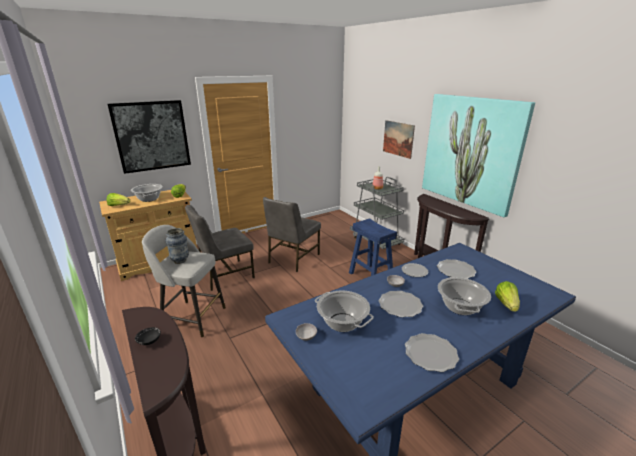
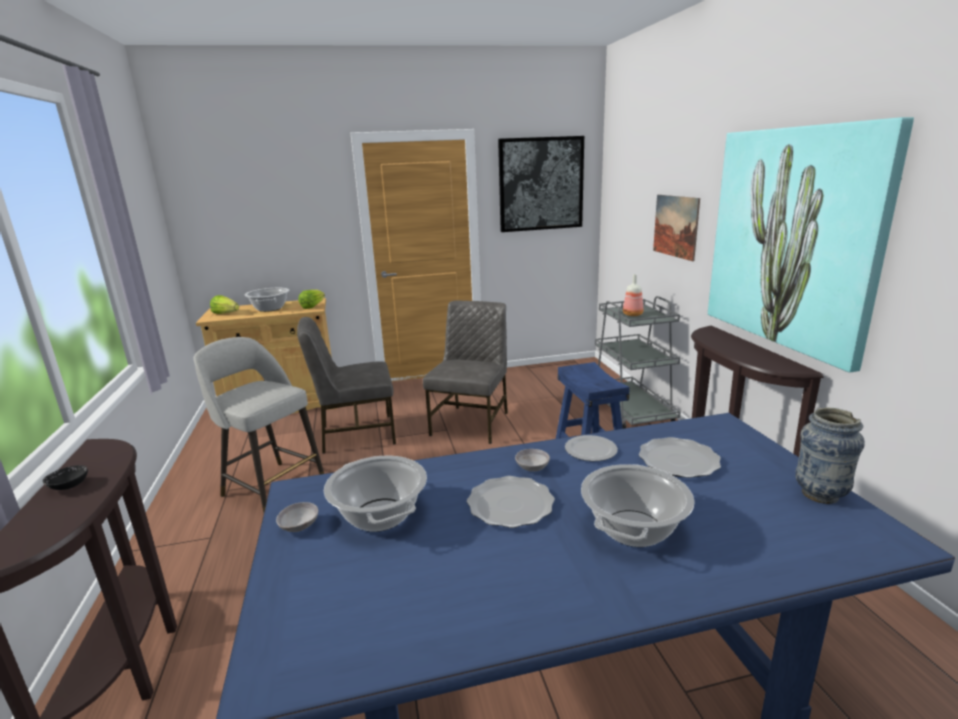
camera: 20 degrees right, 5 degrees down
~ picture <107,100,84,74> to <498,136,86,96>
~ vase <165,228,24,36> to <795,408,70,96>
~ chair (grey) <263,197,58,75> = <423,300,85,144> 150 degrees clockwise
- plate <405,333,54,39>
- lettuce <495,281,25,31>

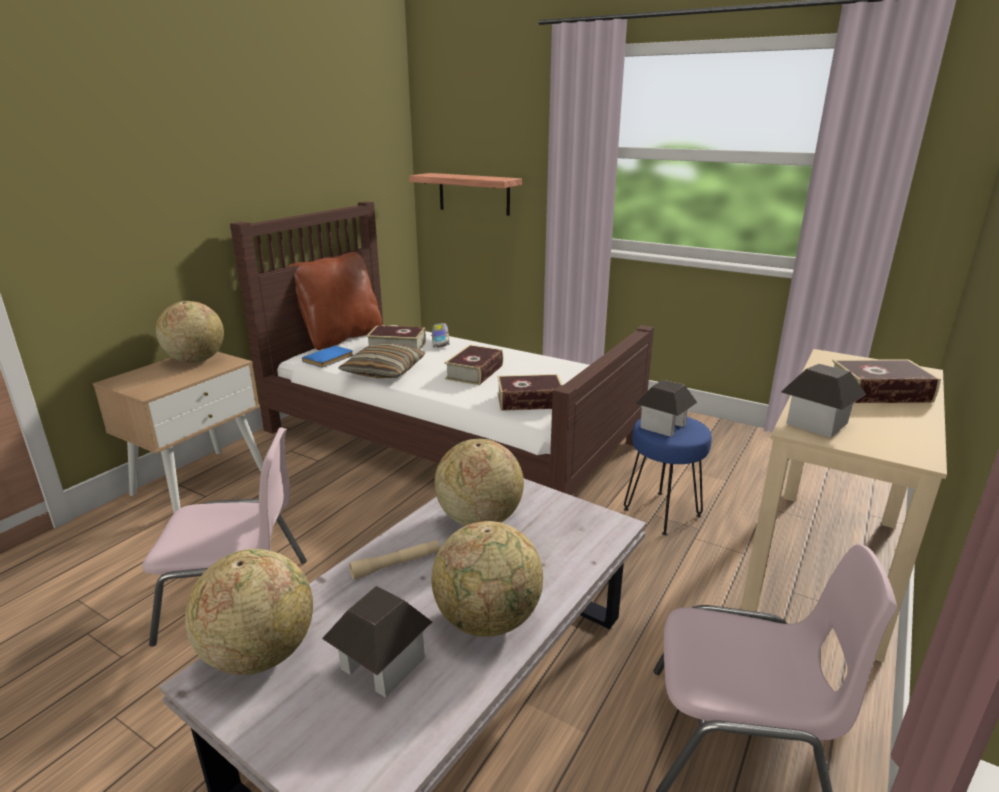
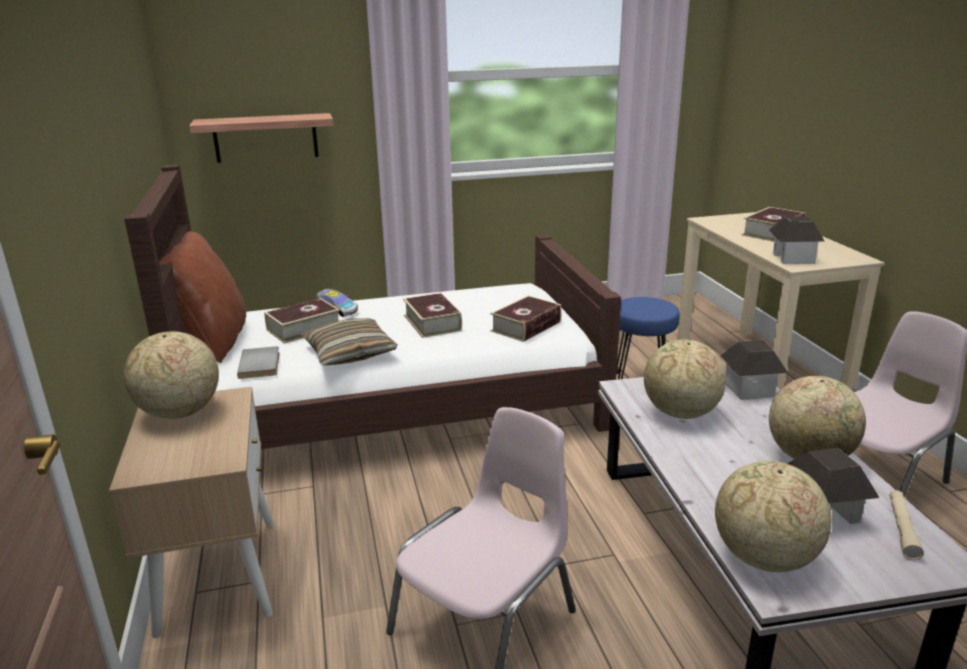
camera: 45 degrees left, 0 degrees up
~ book (blue) <302,345,51,23> to book (grey) <237,346,42,33>
~ flashlight (beige) <349,540,91,40> to <889,490,35,70>
~ toy house <635,380,63,57> to <721,339,67,61>

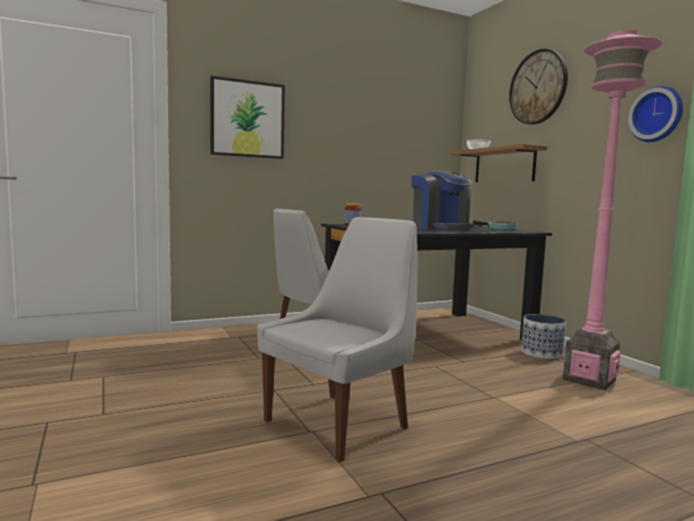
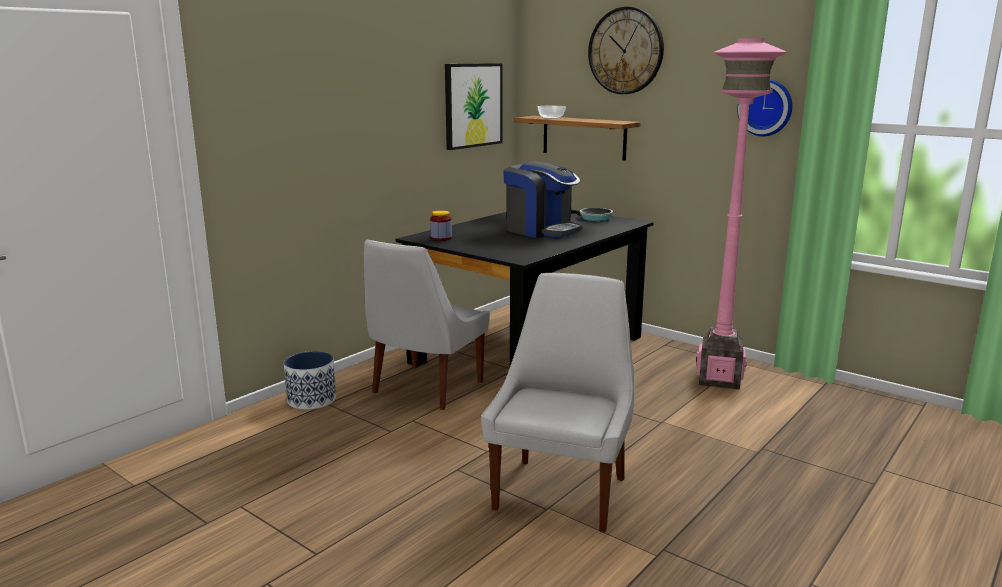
camera: 25 degrees left, 10 degrees up
~ picture <210,76,75,83> to <445,63,58,87>
~ planter <521,314,45,45> to <284,351,52,59>

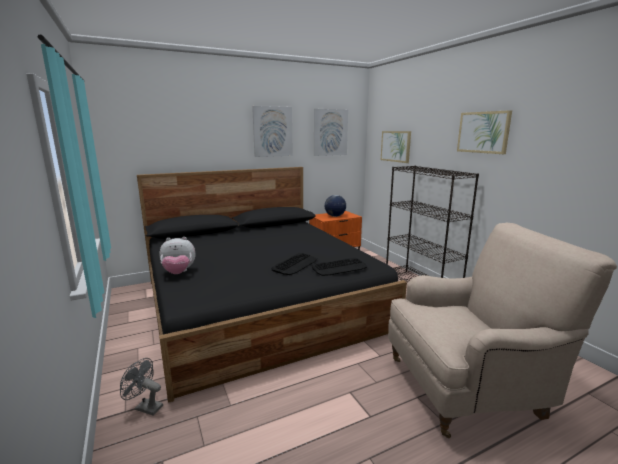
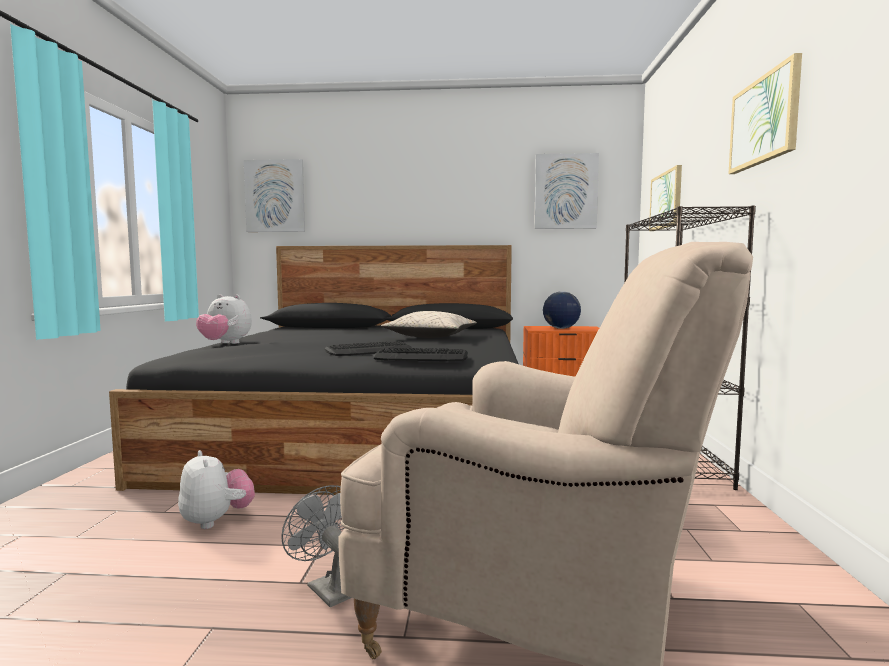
camera: 30 degrees right, 10 degrees down
~ fan (grey) <120,358,43,57> to <281,485,71,122>
~ picture <252,106,41,51> to <244,159,61,73>
+ plush toy <178,450,77,79>
+ pillow (beige) <381,311,96,27>

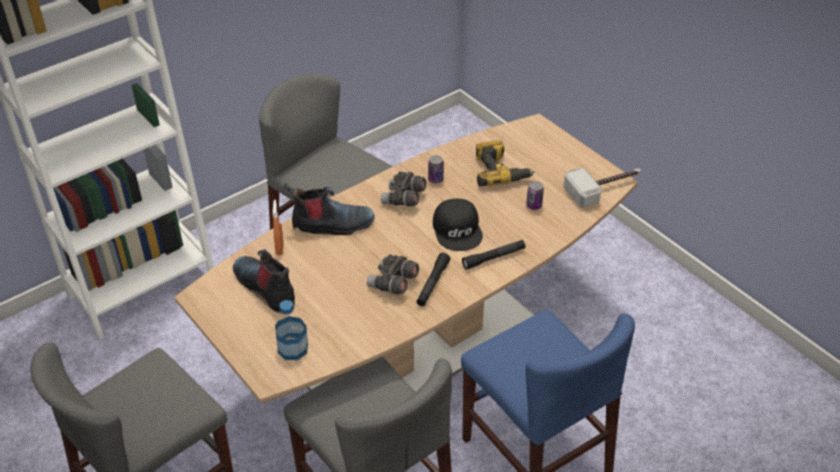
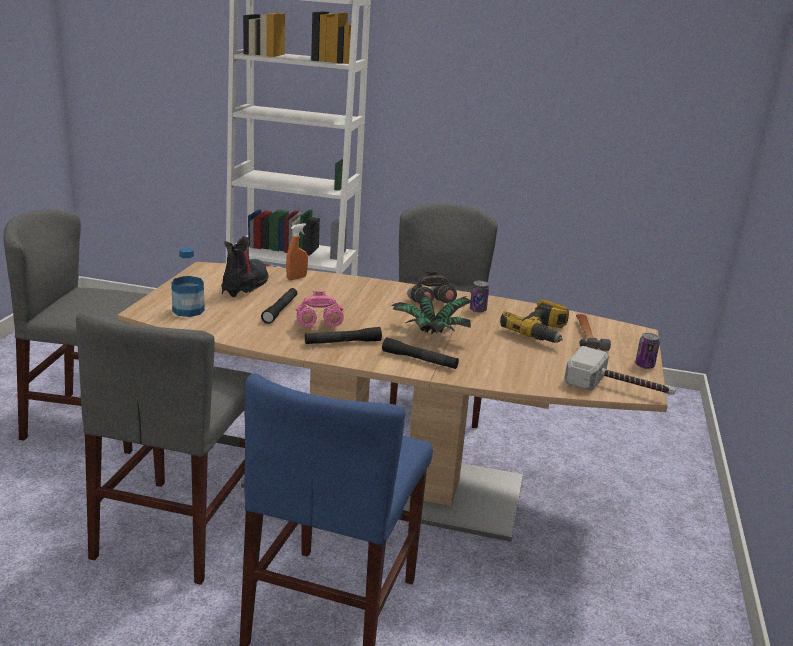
camera: 50 degrees right, 20 degrees down
- boot <284,183,91,52>
~ binoculars (grey) <367,254,52,40> to binoculars (pink) <295,291,49,36>
~ cap (black) <433,199,50,52> to potted plant <391,294,83,40>
~ can <526,181,18,29> to <635,333,25,36>
+ flashlight (black) <261,288,36,36>
+ hammer <576,314,35,37>

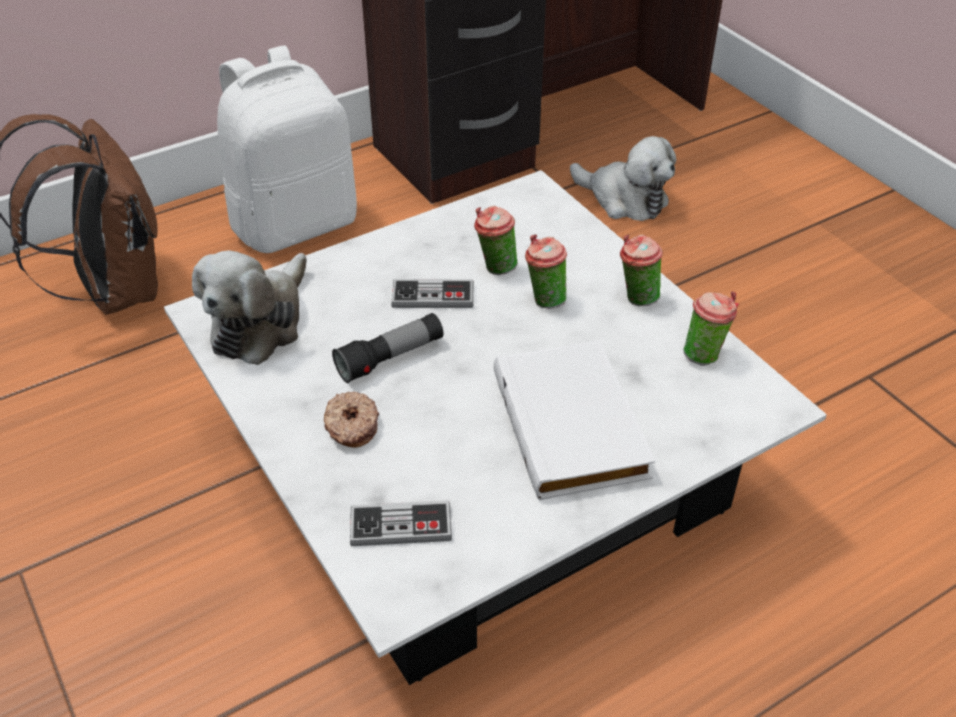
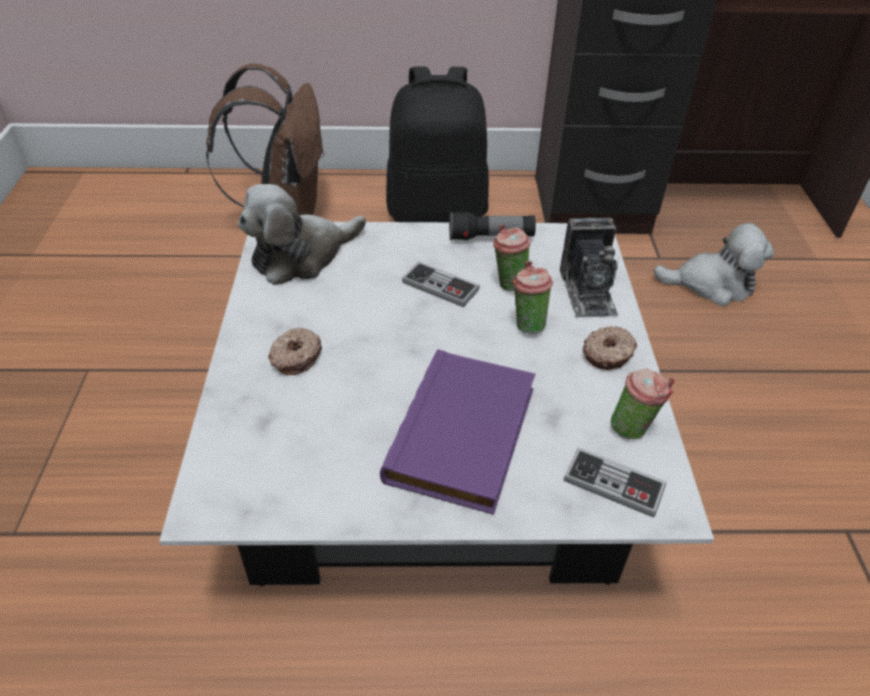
camera: 30 degrees right, 0 degrees up
~ backpack (white) <217,45,140,208> to backpack (black) <386,66,103,156>
~ flashlight <332,313,111,70> to <449,212,87,28>
~ game controller <350,500,102,46> to <564,447,102,70>
~ book (white) <494,340,161,160> to book (purple) <380,349,155,166>
~ plush toy <570,136,106,85> = <653,222,121,84> 60 degrees counterclockwise
~ cup <620,235,43,71> to donut <583,326,54,44>
+ photo camera <560,217,59,101>

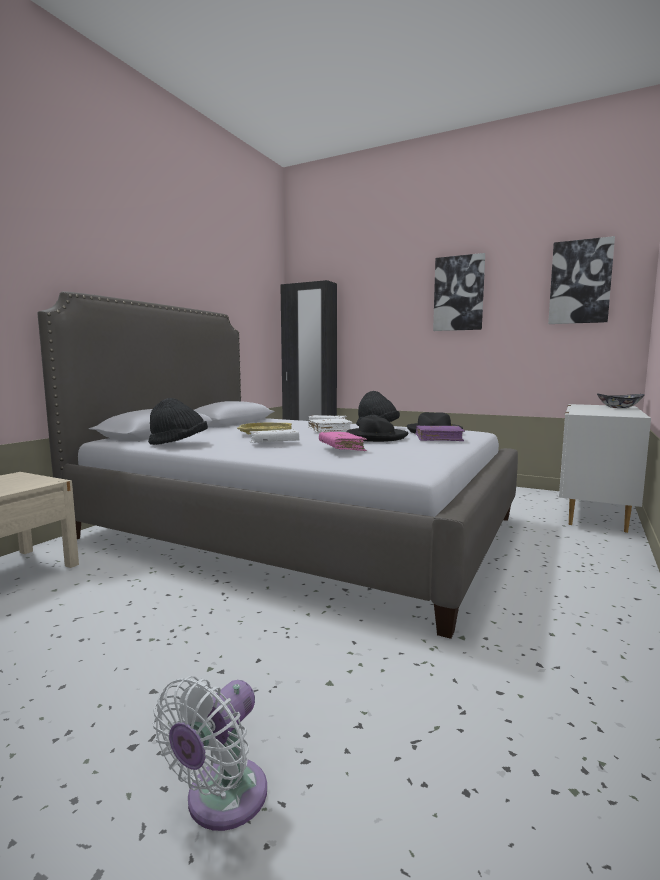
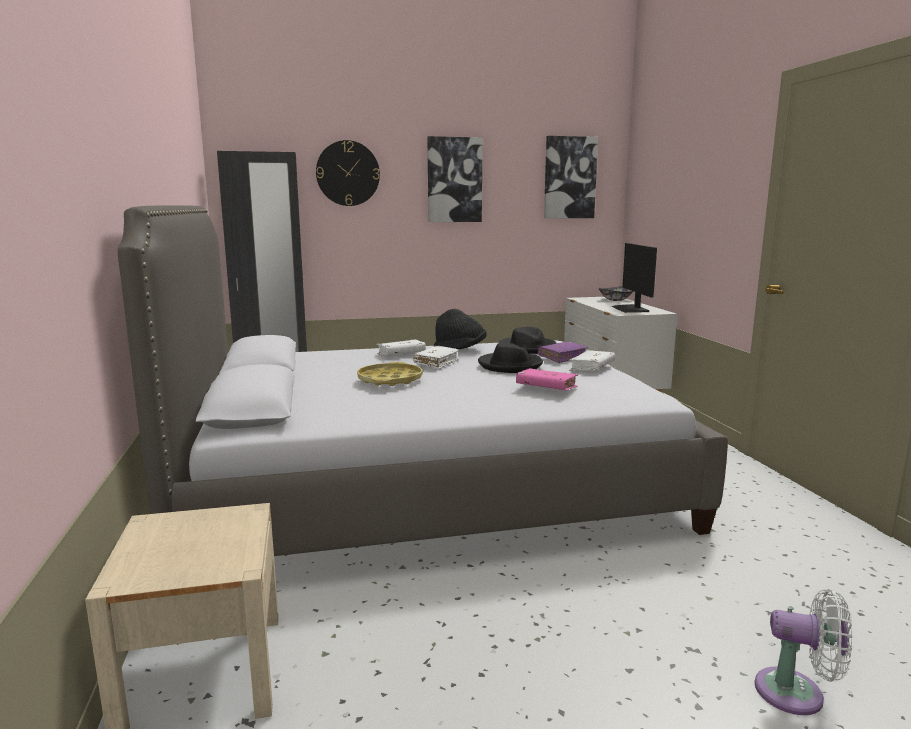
camera: 40 degrees left, 5 degrees up
- hat (black) <148,398,60,47>
~ fan (white) <153,676,114,155> = <755,589,97,126> 60 degrees counterclockwise
~ book (white) <249,429,51,14> to <569,350,46,21>
+ wall clock <316,140,64,66>
+ monitor <611,243,46,70>

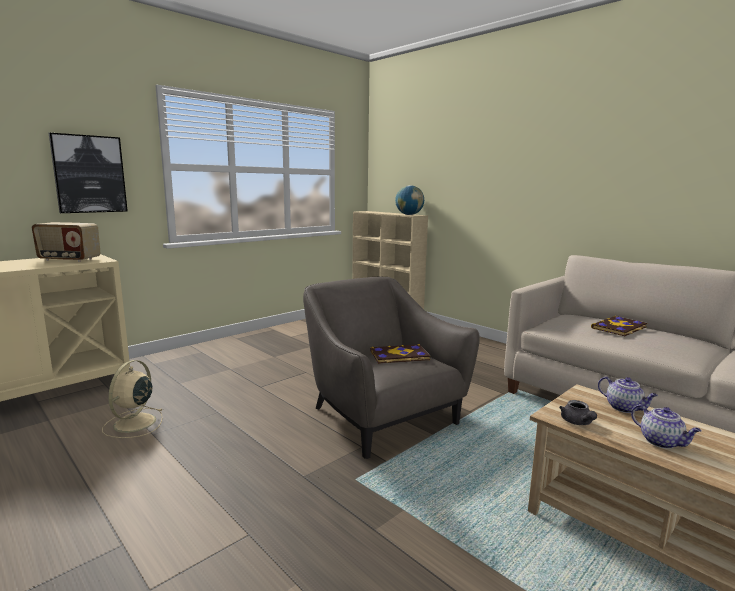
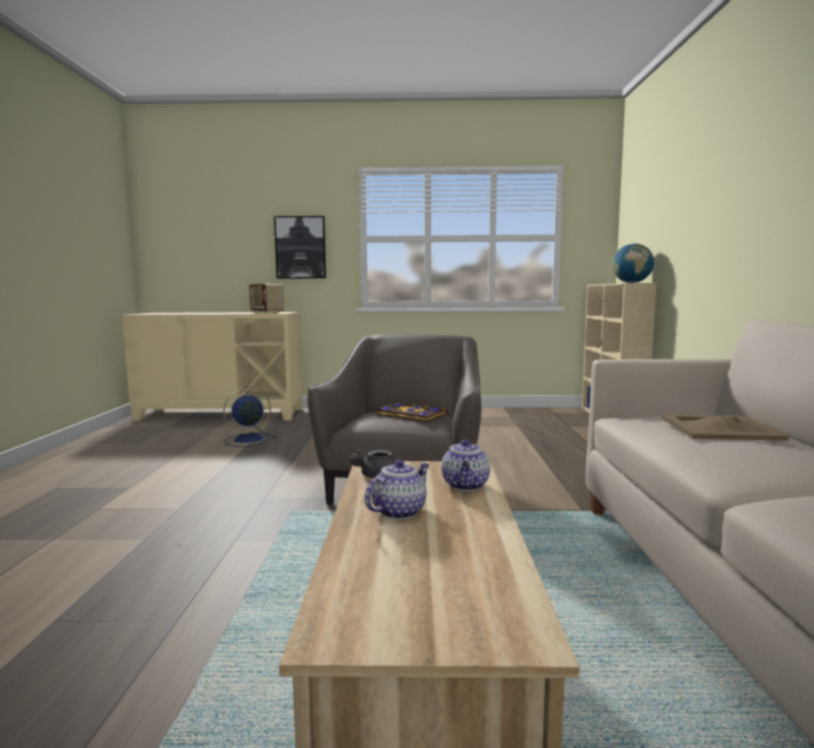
camera: 45 degrees right, 5 degrees down
~ fan (beige) <102,360,61,78> to fan (blue) <223,387,53,60>
~ book <591,316,56,20> to tray (beige) <661,414,128,27>
~ teapot <631,404,71,45> = <365,460,65,59> 150 degrees counterclockwise

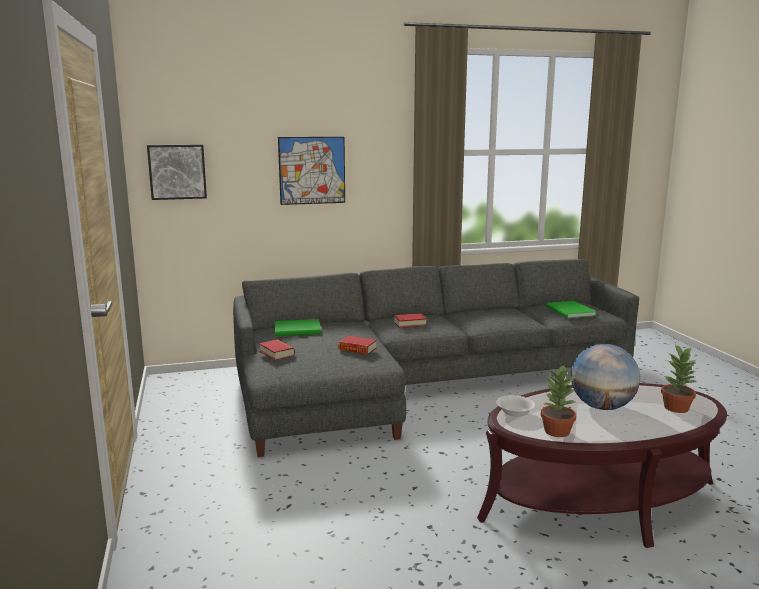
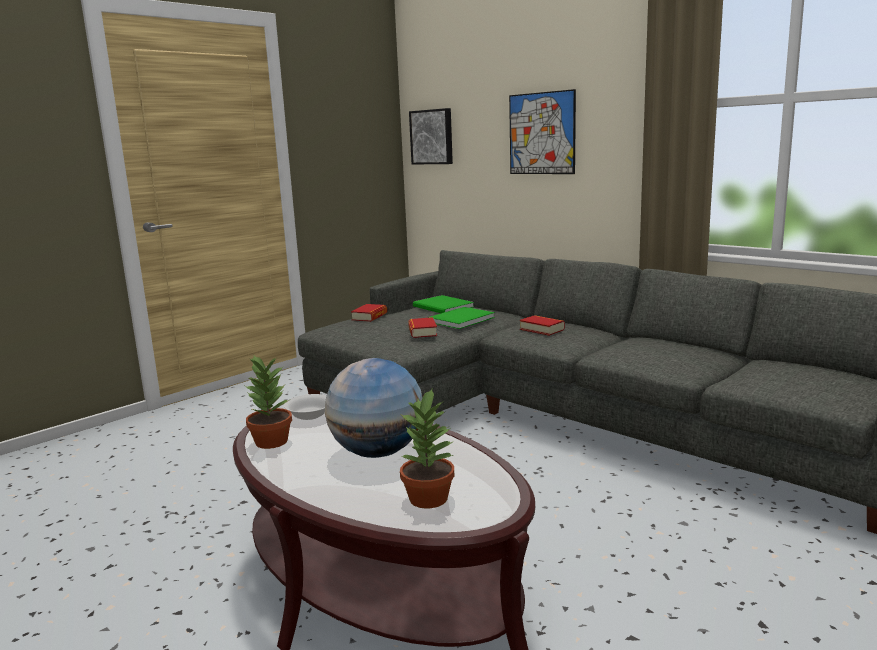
camera: 60 degrees right, 0 degrees up
~ book (green) <546,301,50,17> to <428,307,67,22>

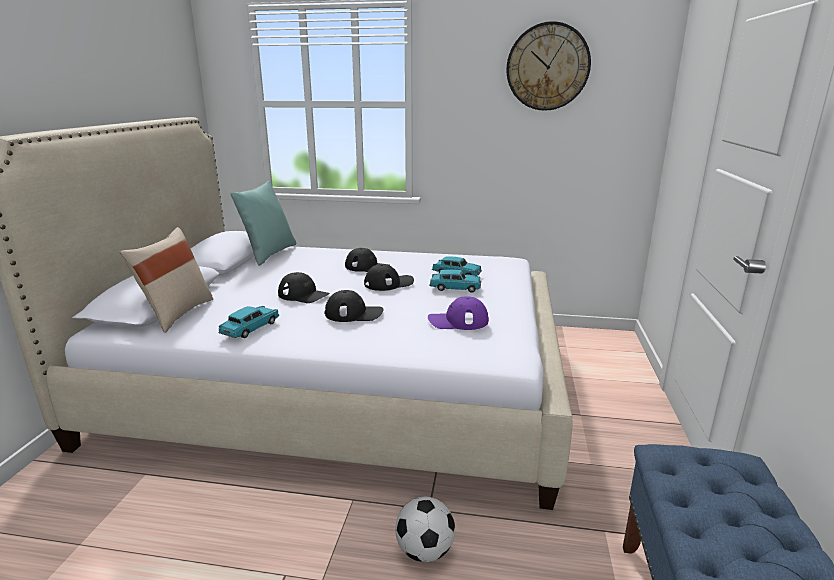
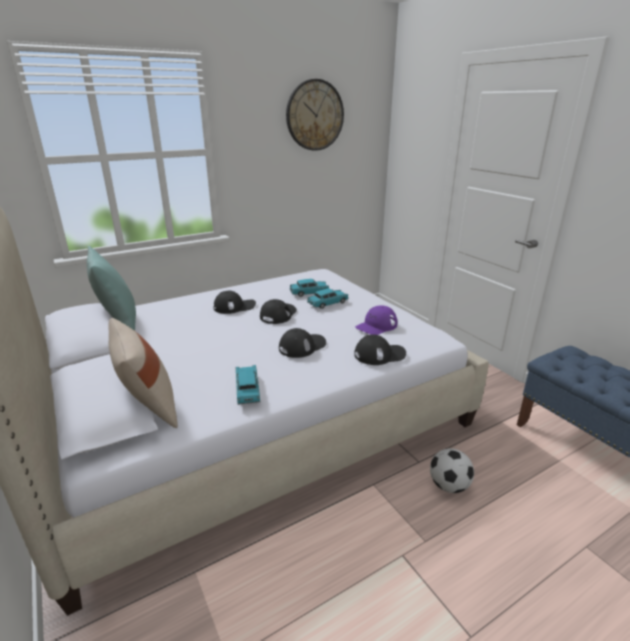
camera: 40 degrees left, 5 degrees up
~ cap (black) <278,272,51,31> to <354,334,52,31>

